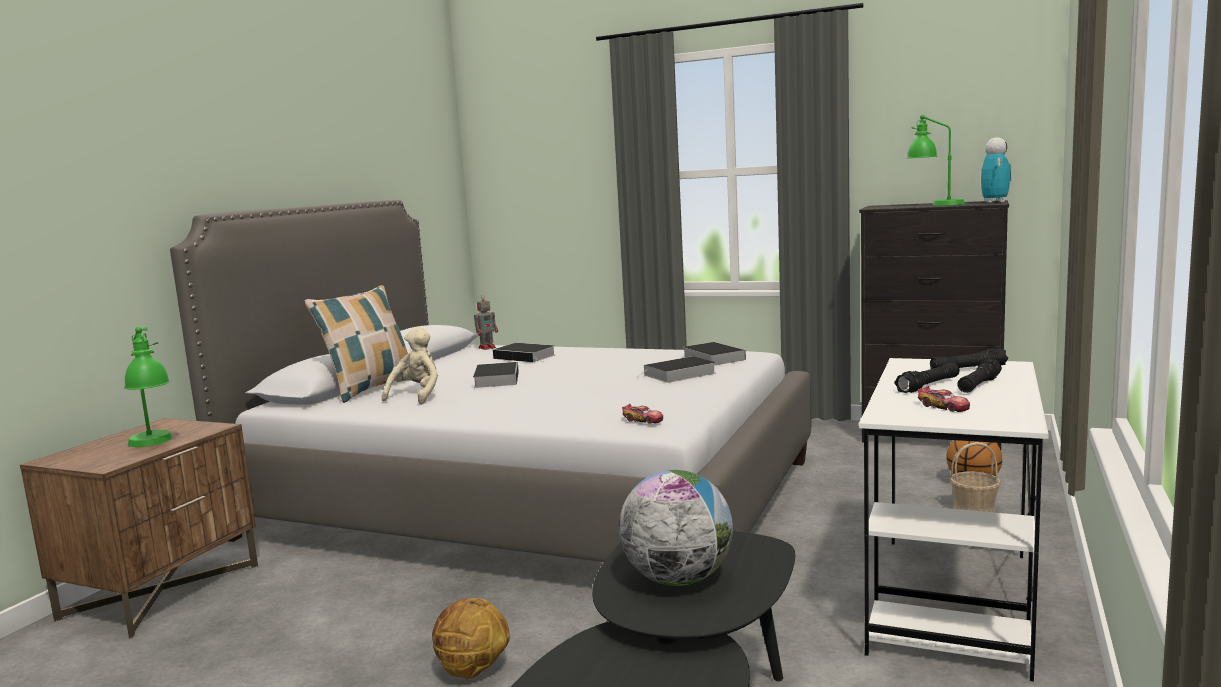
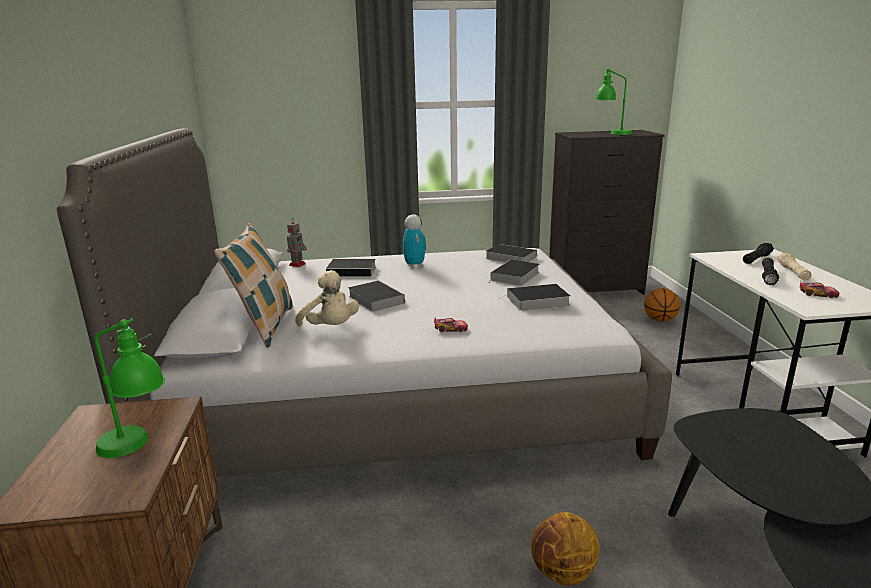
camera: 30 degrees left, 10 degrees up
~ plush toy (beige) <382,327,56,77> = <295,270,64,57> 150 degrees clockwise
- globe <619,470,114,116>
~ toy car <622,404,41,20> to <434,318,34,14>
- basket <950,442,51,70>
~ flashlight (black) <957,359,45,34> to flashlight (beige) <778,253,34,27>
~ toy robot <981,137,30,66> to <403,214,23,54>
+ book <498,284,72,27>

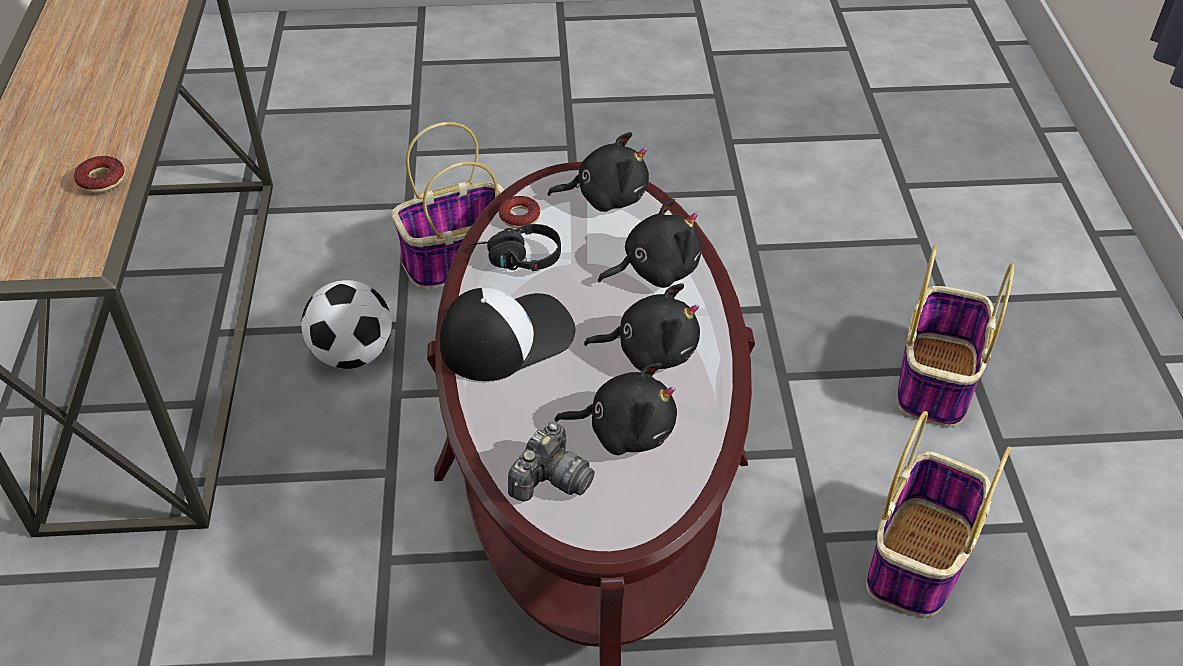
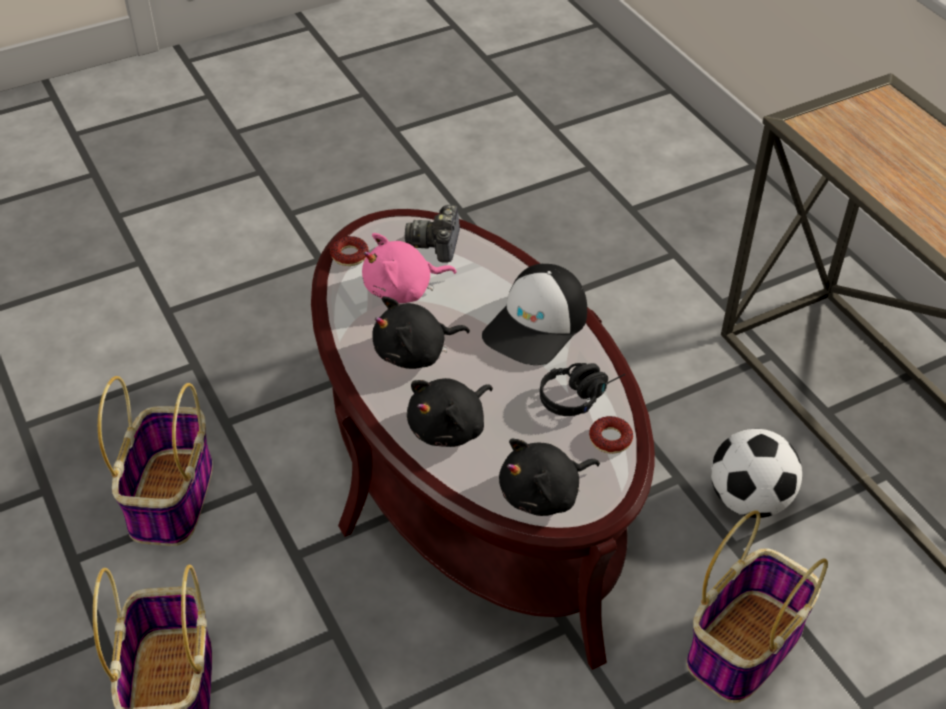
camera: 155 degrees right, 0 degrees up
~ donut <74,156,51,37> to <330,236,39,30>
~ plush toy (black) <554,363,123,92> to plush toy (pink) <362,233,94,70>

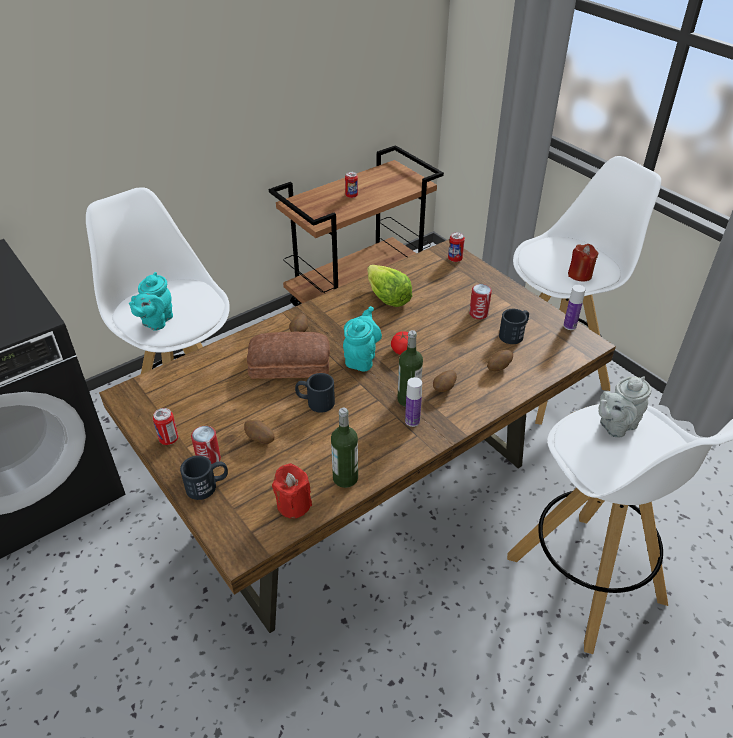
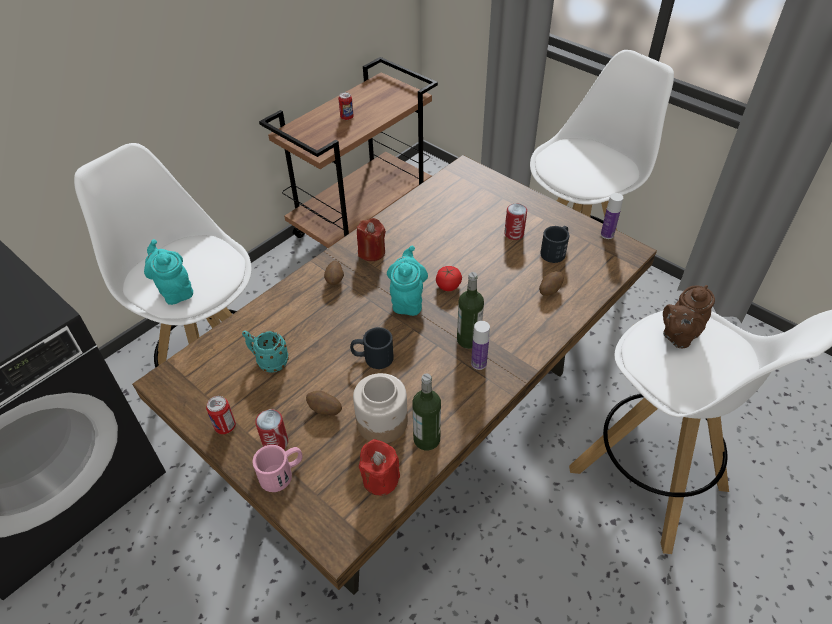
camera: 10 degrees left, 5 degrees up
~ teapot (turquoise) <129,272,44,59> = <144,239,49,66> 135 degrees clockwise
~ mug (black) <180,455,48,45> to mug (pink) <253,445,50,47>
- bread <247,332,83,47>
- lettuce <367,264,45,43>
- potato <433,370,24,22>
- can <448,232,17,30>
~ candle (red) <568,244,31,38> to <357,218,29,43>
~ teapot (grey) <599,376,53,62> to teapot (brown) <663,285,52,63>
+ mug (turquoise) <242,331,47,42>
+ jar <353,373,55,70>

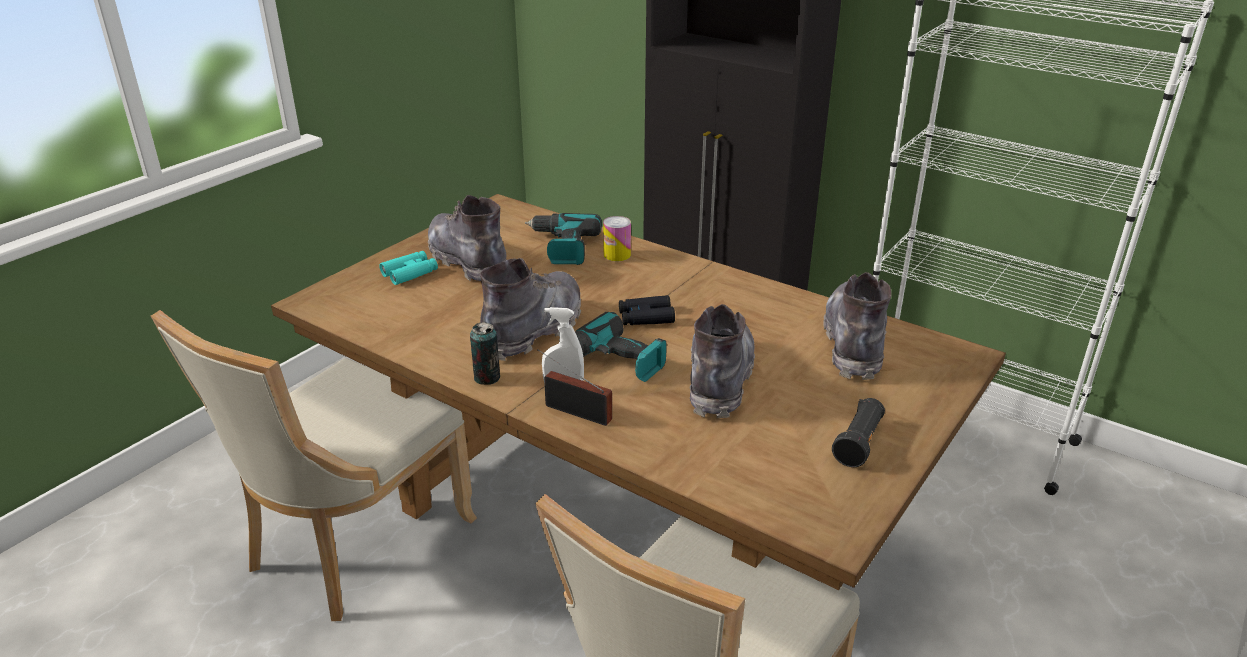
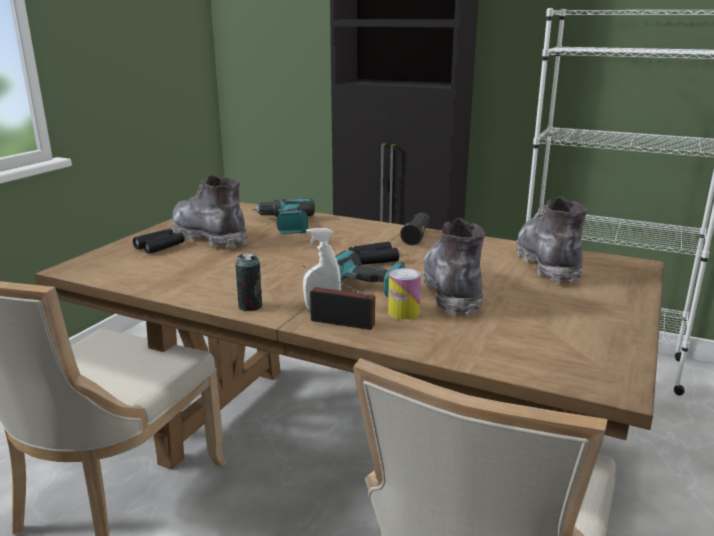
camera: 10 degrees left, 10 degrees down
~ binoculars (turquoise) <379,251,59,34> to binoculars (black) <133,229,52,25>
- boot (grey) <480,258,101,103>
~ can <603,216,28,45> to <388,268,33,51>
~ flashlight (black) <832,398,53,69> to <400,212,30,34>

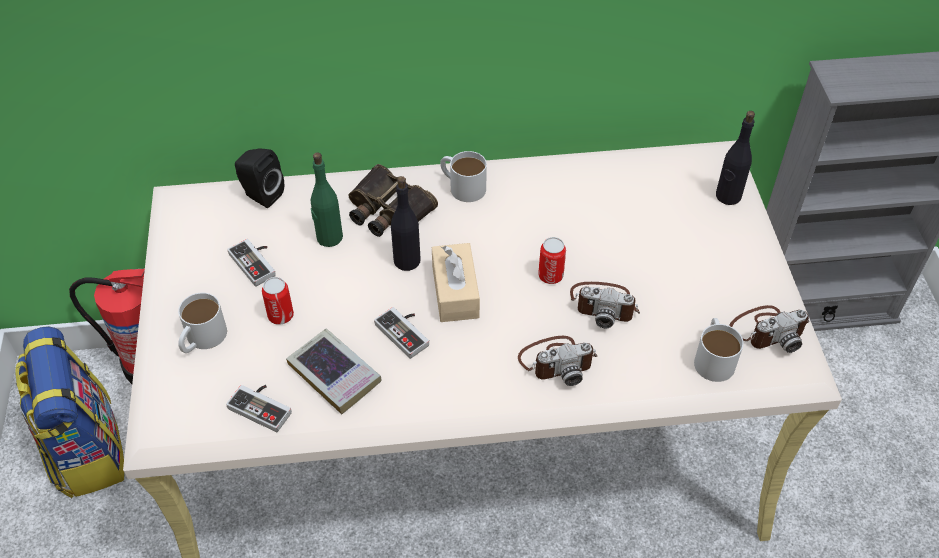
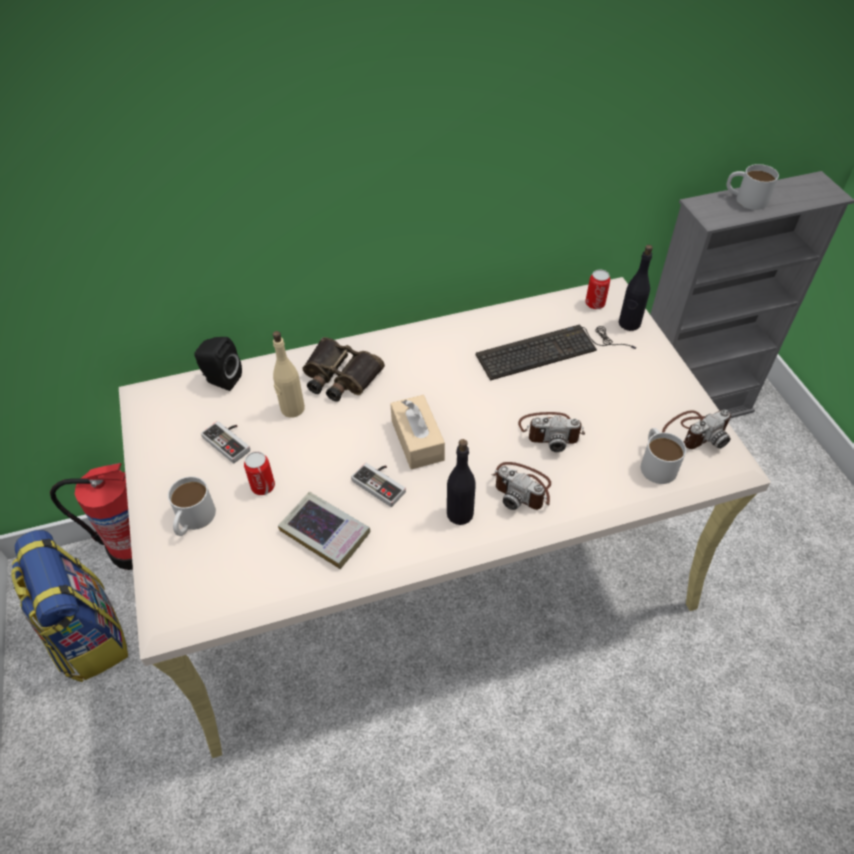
camera: 10 degrees left, 0 degrees up
- game controller <226,385,66,47>
~ bottle (green) <311,152,32,95> to bottle (beige) <273,331,32,87>
~ bottle (black) <391,176,30,95> to <447,439,29,86>
~ mug (white) <440,151,47,51> to <727,164,52,46>
~ photo camera <518,336,80,50> = <492,462,59,48> 60 degrees clockwise
~ can <538,237,28,47> to <585,270,25,39>
+ keyboard <476,324,160,57>

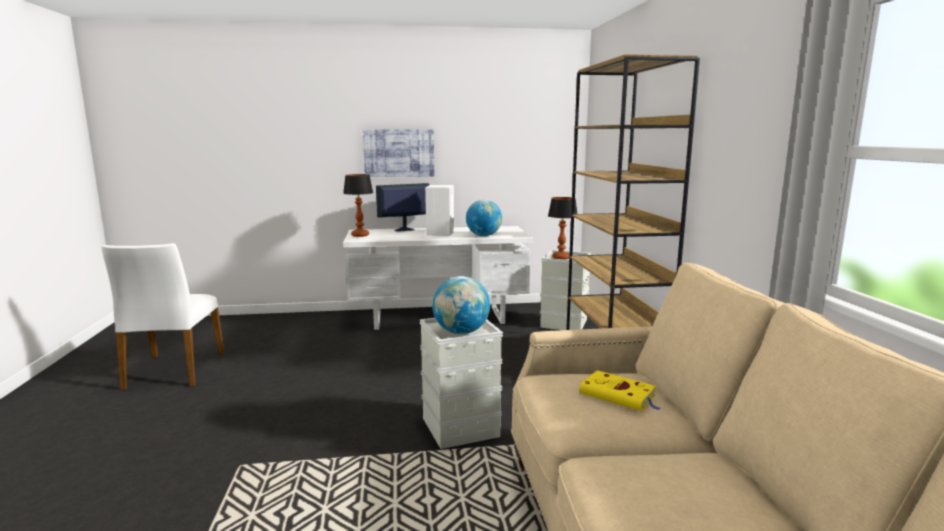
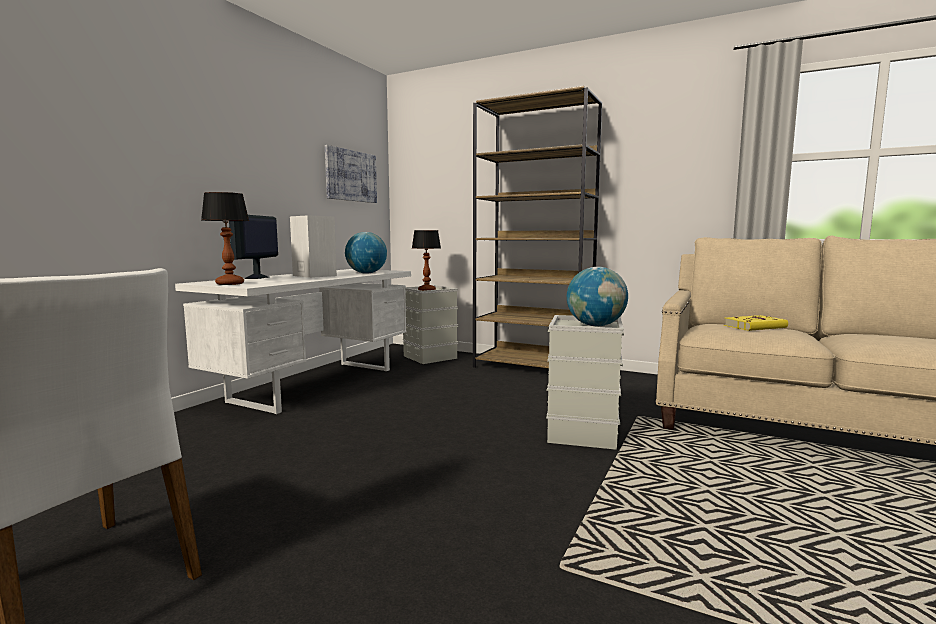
camera: 55 degrees left, 5 degrees down
~ picture <363,129,71,48> to <325,145,52,58>

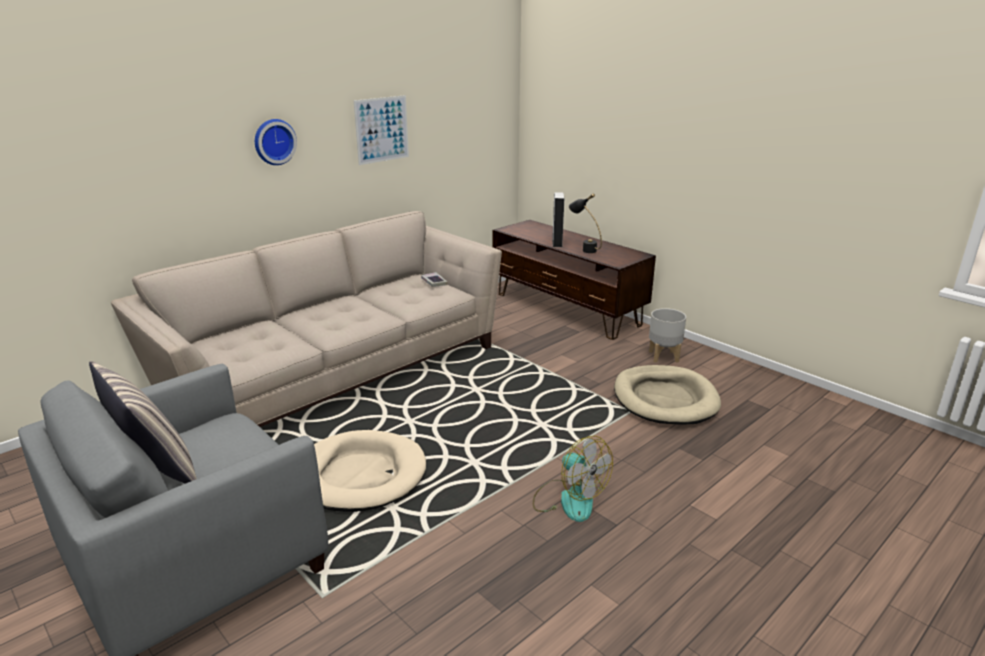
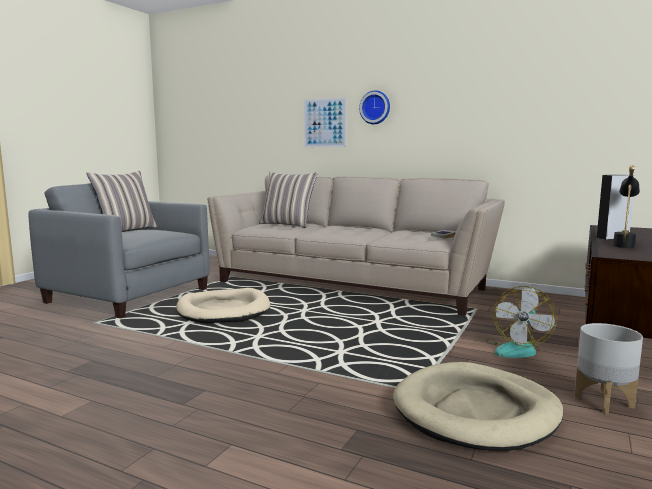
camera: 70 degrees right, 15 degrees down
~ picture <354,95,55,70> to <304,98,43,49>
~ fan <533,436,80,86> to <485,286,72,72>
+ pillow <259,172,59,56>

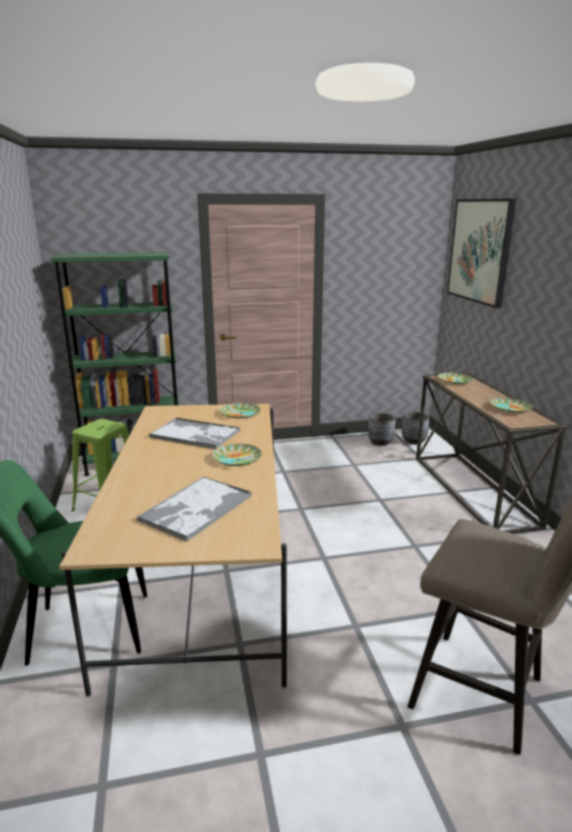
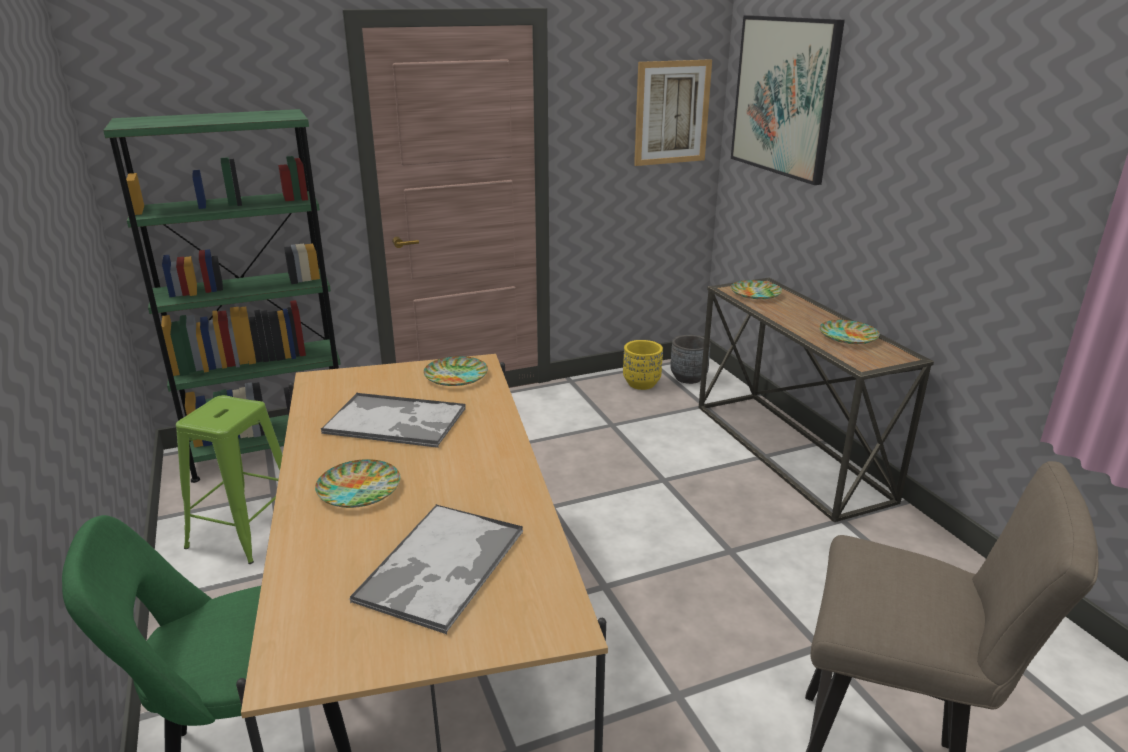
camera: 10 degrees left, 5 degrees up
~ plate <212,444,50,22> to <315,459,85,49>
~ planter (grey) <368,413,27,33> to planter (yellow) <623,340,40,50>
+ picture <634,59,78,107>

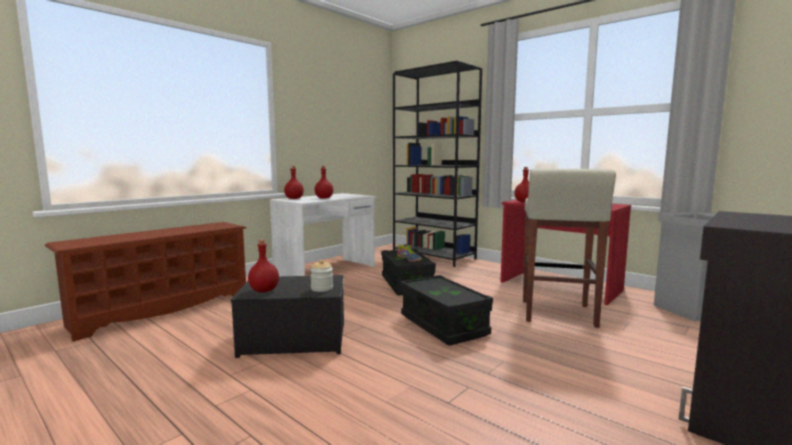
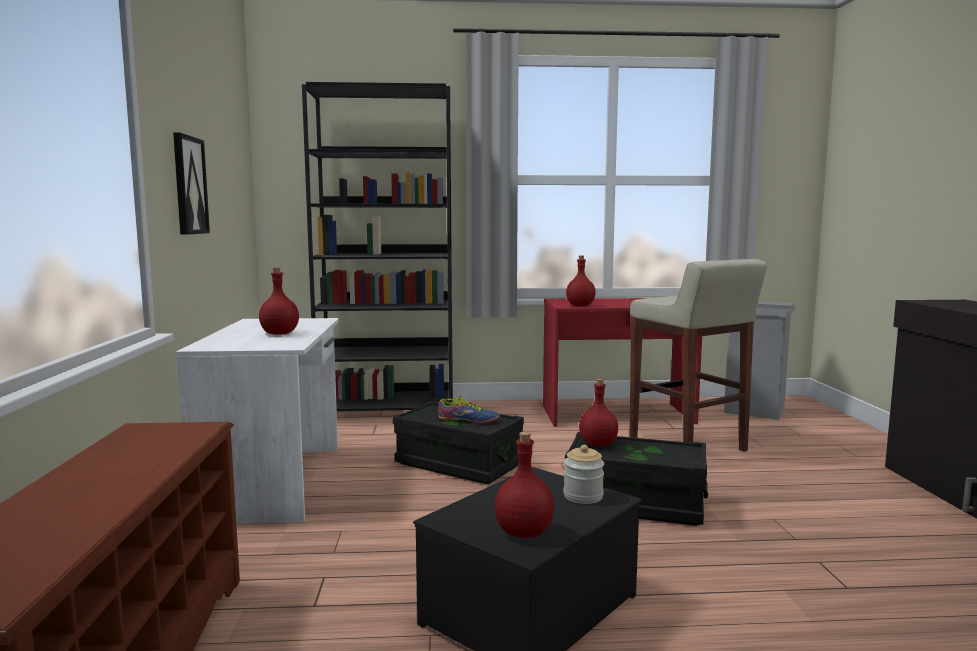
camera: 45 degrees left, 0 degrees up
~ bottle (red) <284,166,20,33> to <579,379,39,68>
+ picture <173,133,37,102>

